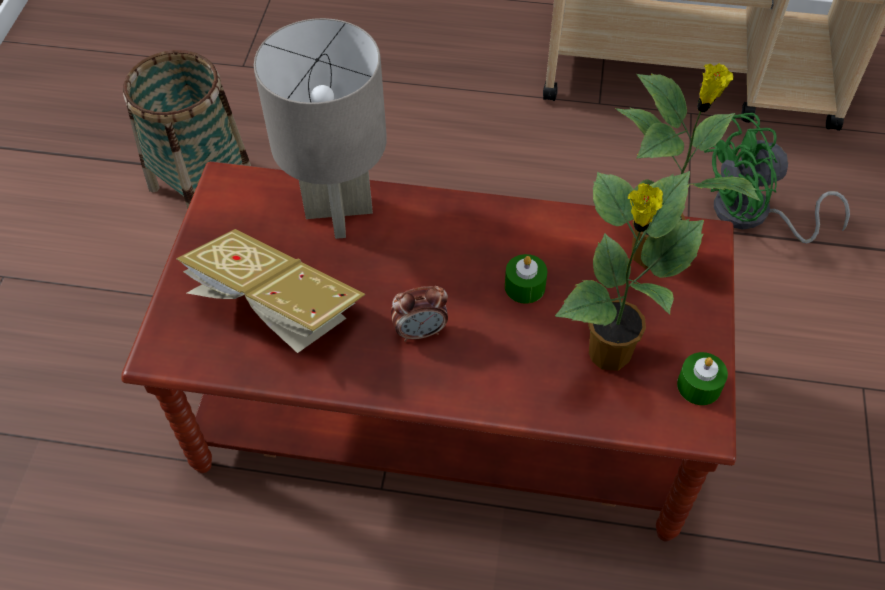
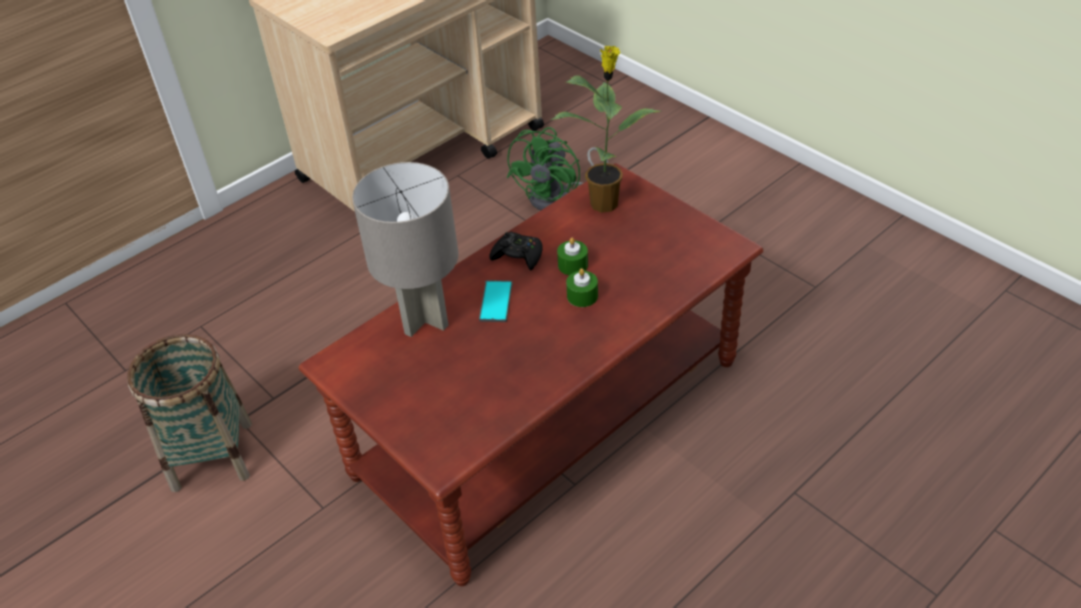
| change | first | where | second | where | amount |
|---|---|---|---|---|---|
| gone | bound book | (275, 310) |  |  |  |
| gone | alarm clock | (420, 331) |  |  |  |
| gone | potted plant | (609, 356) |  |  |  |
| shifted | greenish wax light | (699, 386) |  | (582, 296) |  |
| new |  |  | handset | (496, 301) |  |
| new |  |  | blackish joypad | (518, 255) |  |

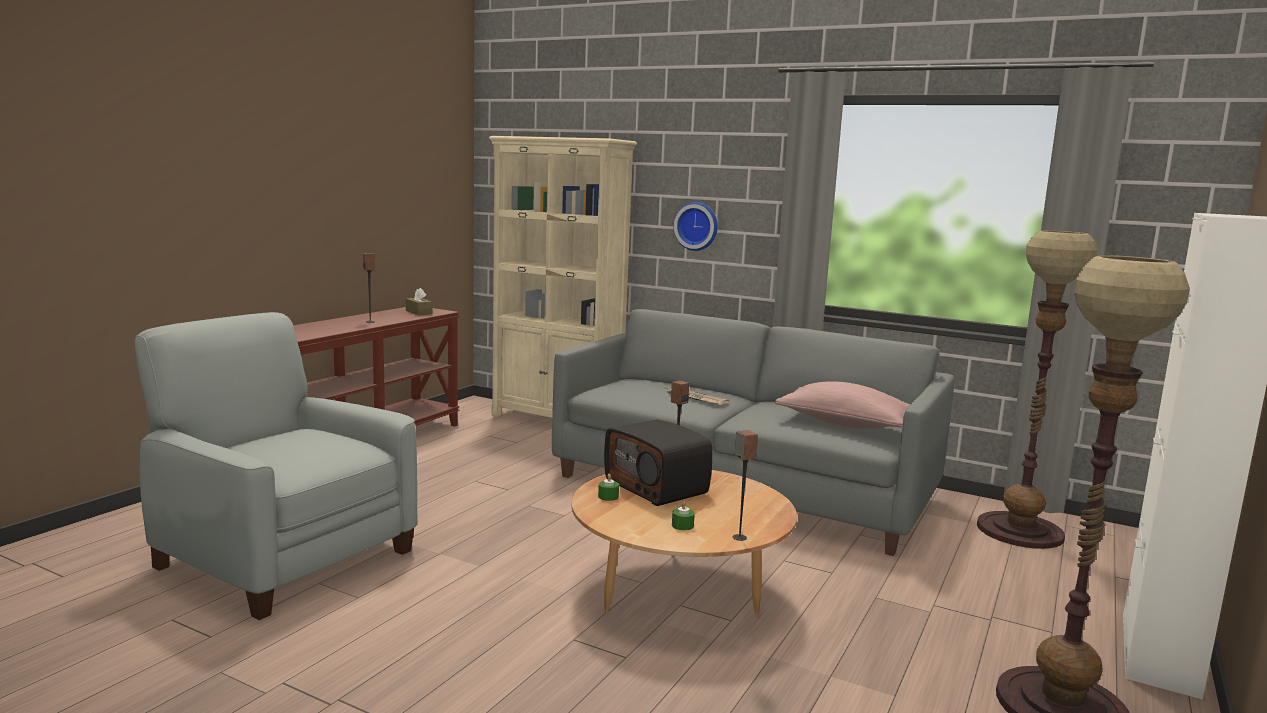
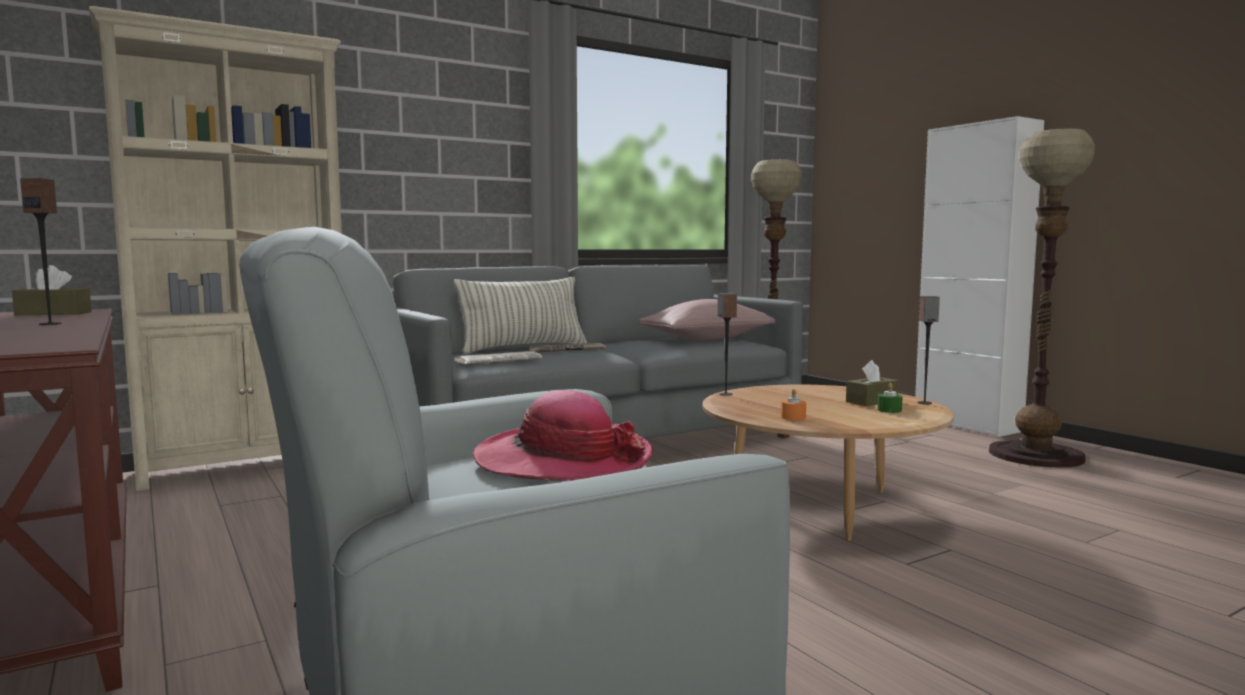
| change | first | where | second | where | amount |
|---|---|---|---|---|---|
| repainted | greenish wax light | (608, 496) | orange wax light | (793, 417) |  |
| gone | radio receiver | (657, 487) |  |  |  |
| gone | hanging clock | (697, 226) |  |  |  |
| new |  |  | pillow | (523, 348) |  |
| new |  |  | printed paper | (498, 360) |  |
| new |  |  | wearable hat | (563, 460) |  |
| new |  |  | brown tissue holder | (871, 401) |  |

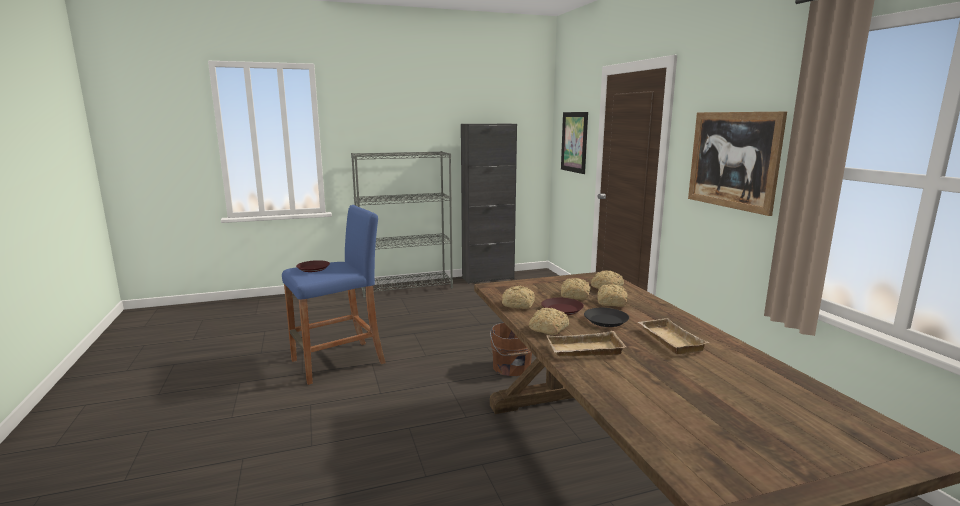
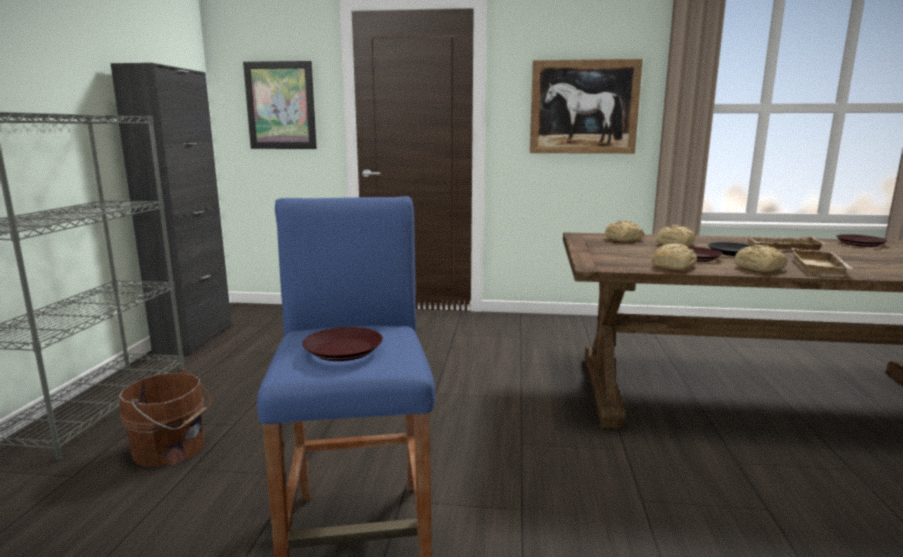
| change | first | where | second | where | amount |
|---|---|---|---|---|---|
| shifted | brown water bucket | (512, 368) |  | (172, 450) |  |
| gone | bread | (574, 296) |  |  |  |
| new |  |  | brown dinner plate | (859, 243) |  |

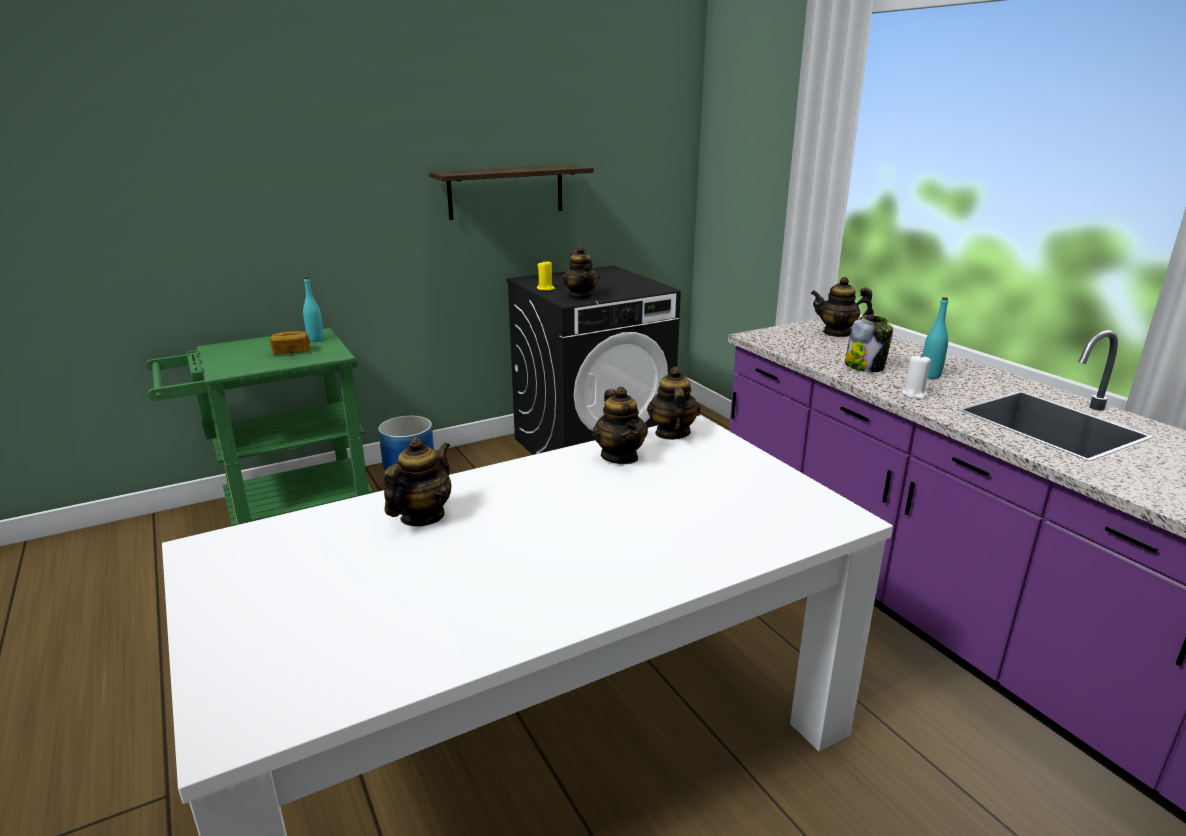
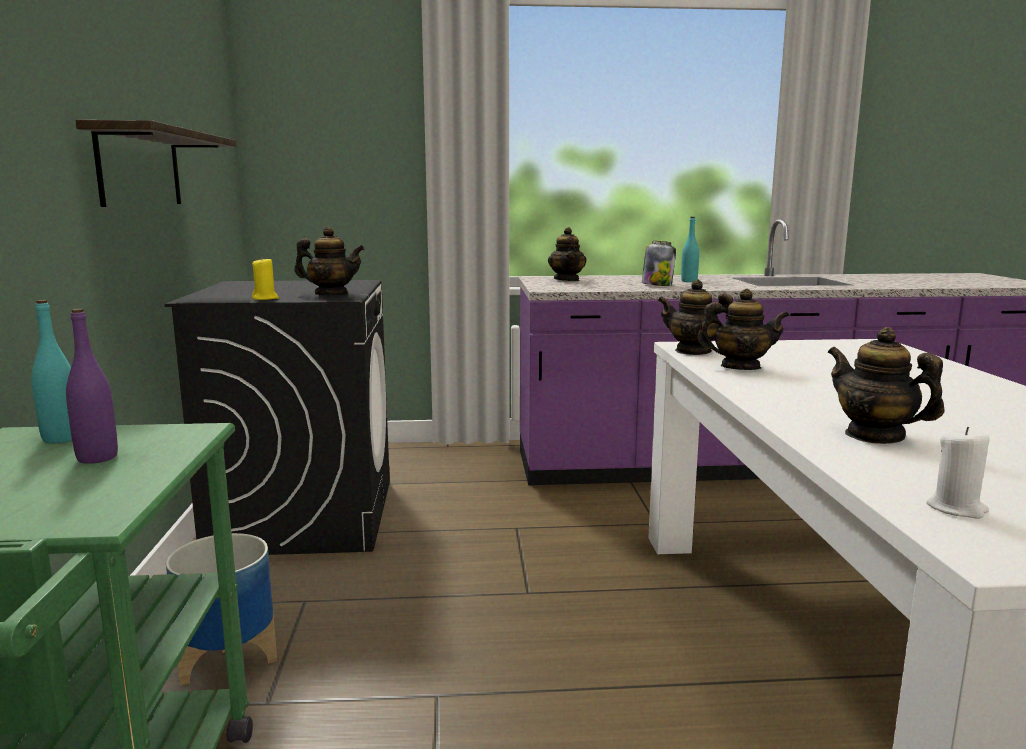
| change | first | where | second | where | amount |
|---|---|---|---|---|---|
| swapped | bread | (291, 352) | purplish beverage bottle | (97, 458) |  |
| rotated | teapot | (837, 333) |  | (567, 280) | 45 degrees counterclockwise |
| shifted | white wax light | (914, 394) |  | (956, 509) |  |

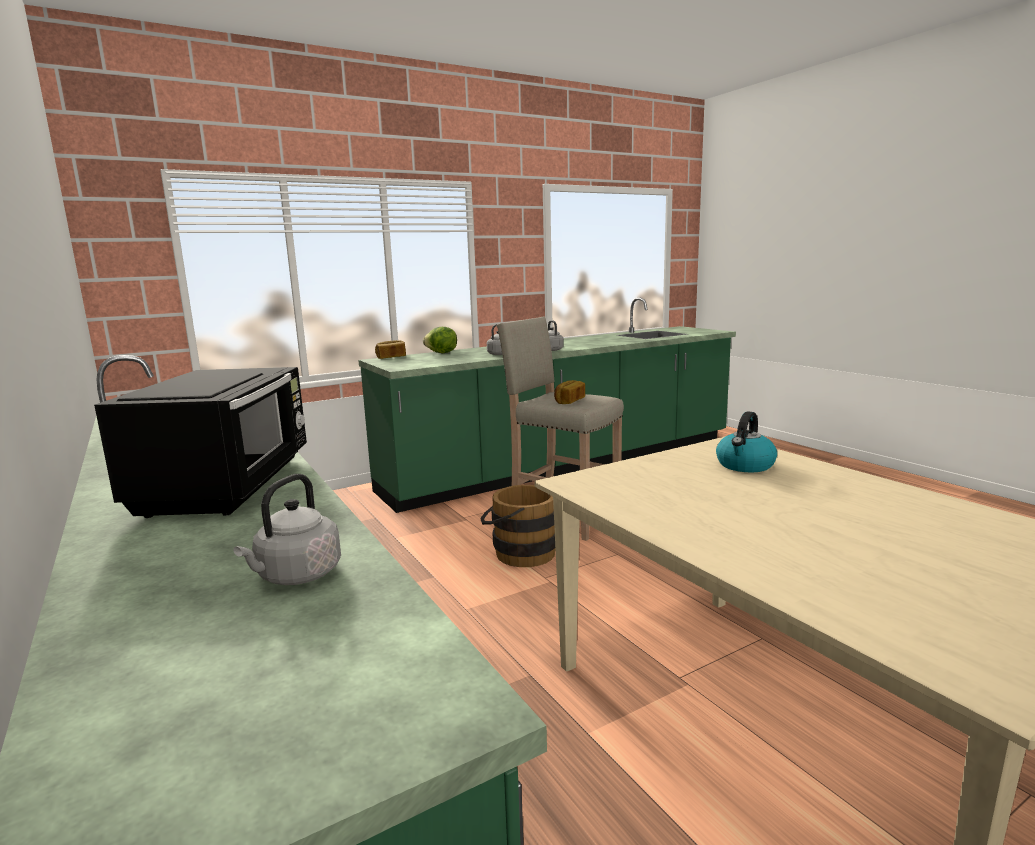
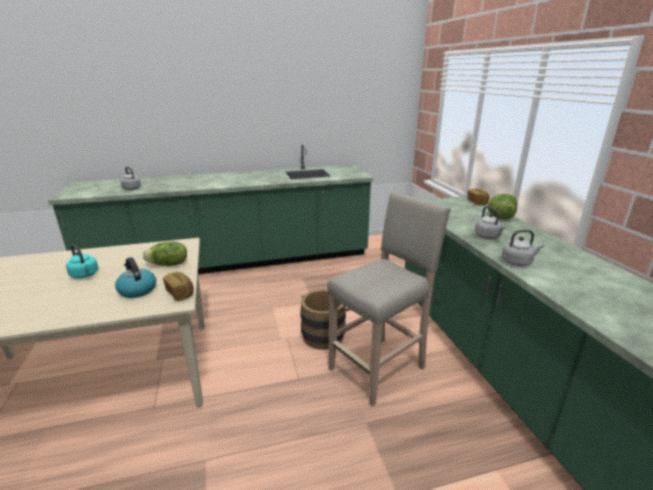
| change | first | where | second | where | amount |
|---|---|---|---|---|---|
| gone | blackish microwave | (229, 485) |  |  |  |
| shifted | bread | (569, 401) |  | (180, 293) |  |
| new |  |  | blue-green tea kettle | (85, 275) |  |
| new |  |  | head of lettuce | (168, 265) |  |

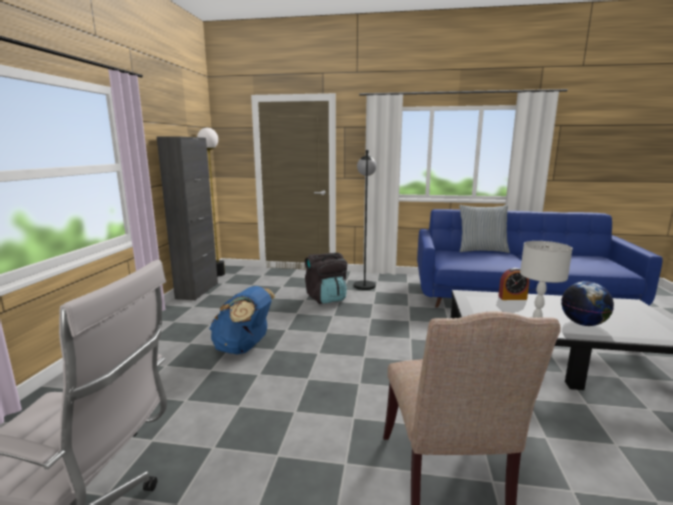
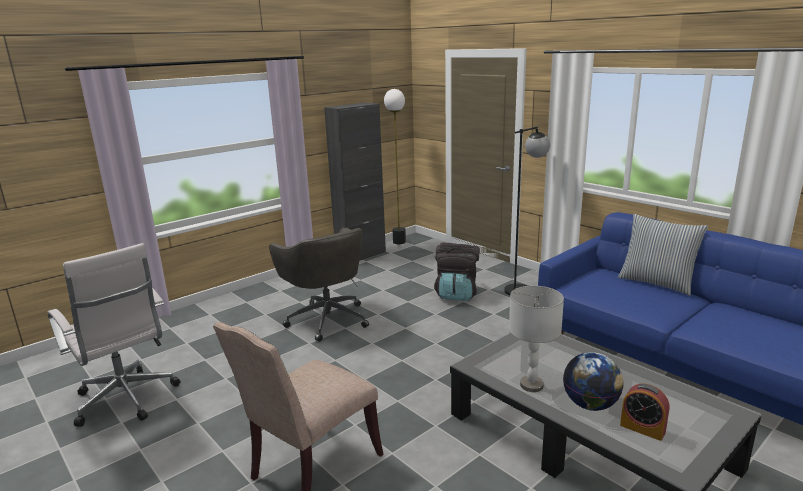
| change | first | where | second | where | amount |
|---|---|---|---|---|---|
| swapped | blue-coloured backpack | (244, 348) | gray desk chair | (327, 319) |  |
| shifted | alarm clock | (512, 298) |  | (642, 428) |  |

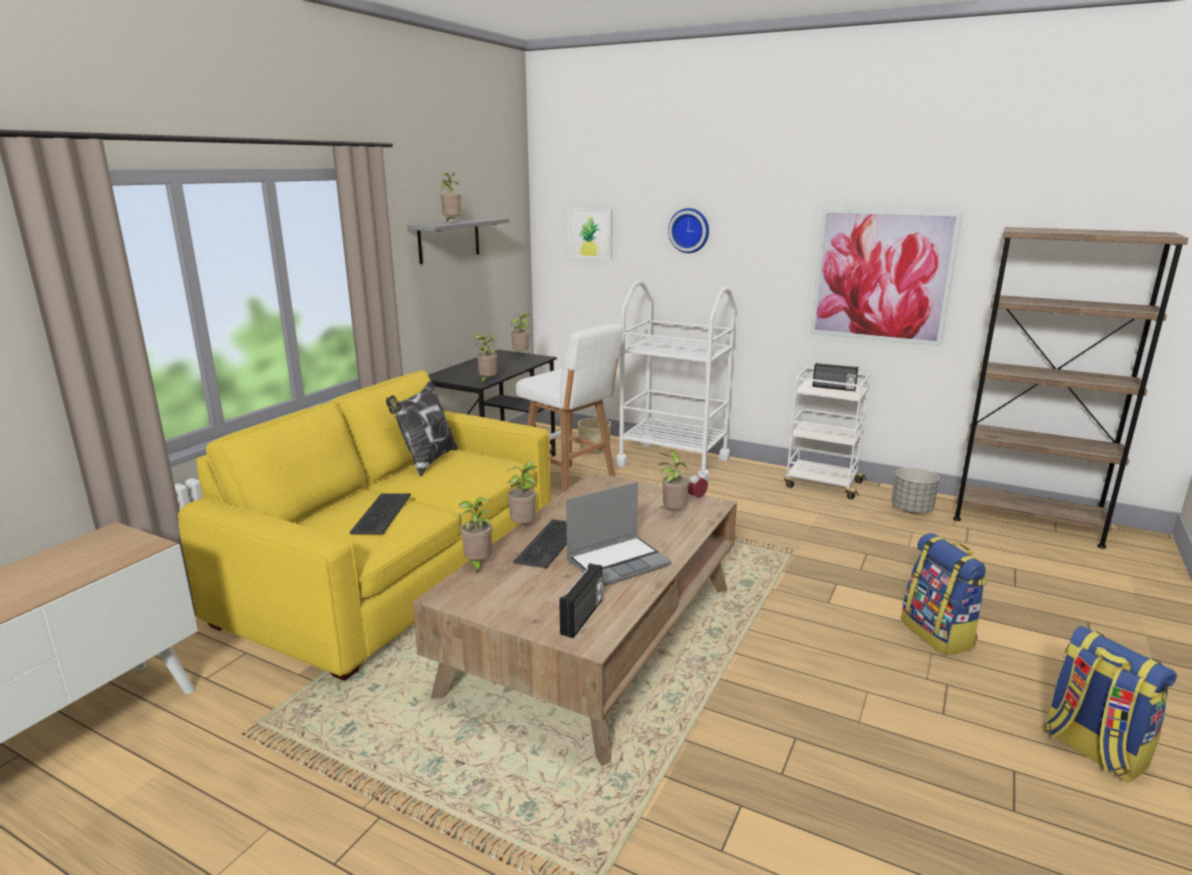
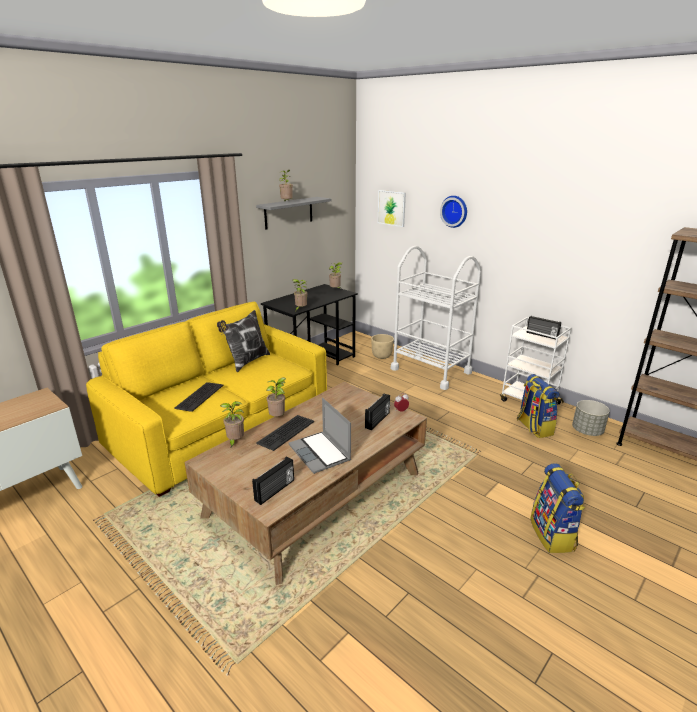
| change | first | where | second | where | amount |
|---|---|---|---|---|---|
| gone | white stool | (570, 484) |  |  |  |
| rotated | portable computer | (618, 562) |  | (320, 453) | 75 degrees clockwise |
| swapped | potted plant | (673, 512) | radio receiver | (378, 420) |  |
| gone | picture | (881, 276) |  |  |  |
| shifted | backpack | (1092, 750) |  | (533, 427) |  |

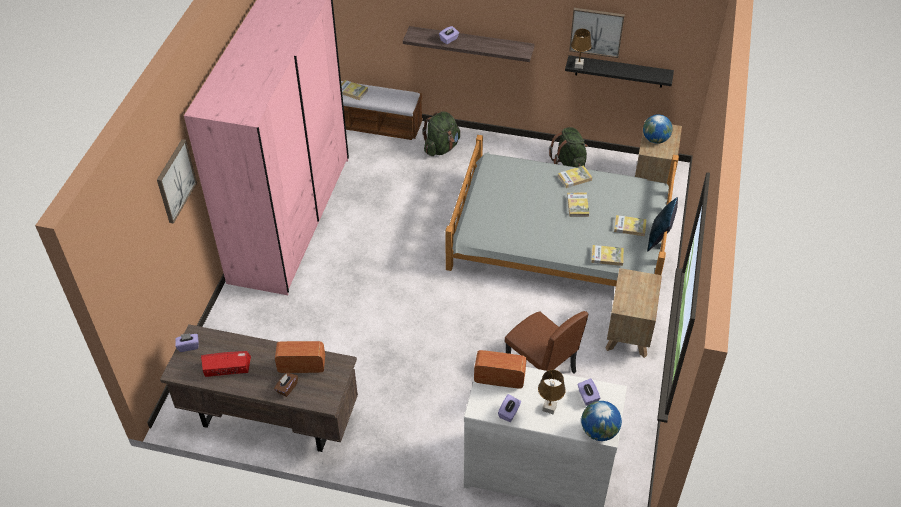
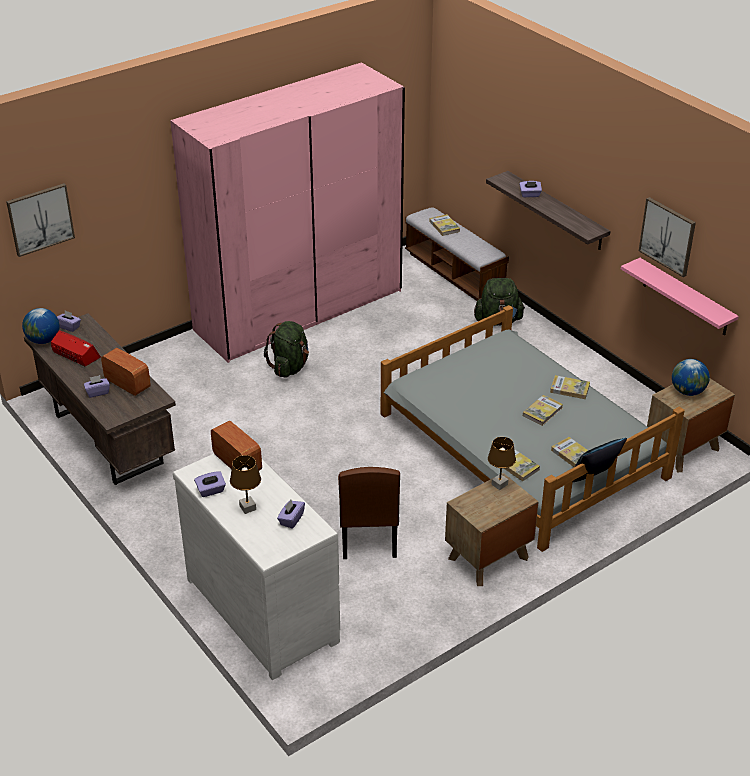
| change | first | where | second | where | amount |
|---|---|---|---|---|---|
| shifted | picture | (175, 181) |  | (40, 219) |  |
| repainted | brown tissue holder | (287, 388) | purplish tissue holder | (97, 392) |  |
| shifted | greenish backpack | (569, 163) |  | (290, 367) |  |
| repainted | blackish wall shelf | (619, 71) | pink wall shelf | (685, 297) |  |
| shifted | brown table lamp | (579, 65) |  | (499, 485) |  |
| shifted | desk globe | (599, 431) |  | (43, 340) |  |

